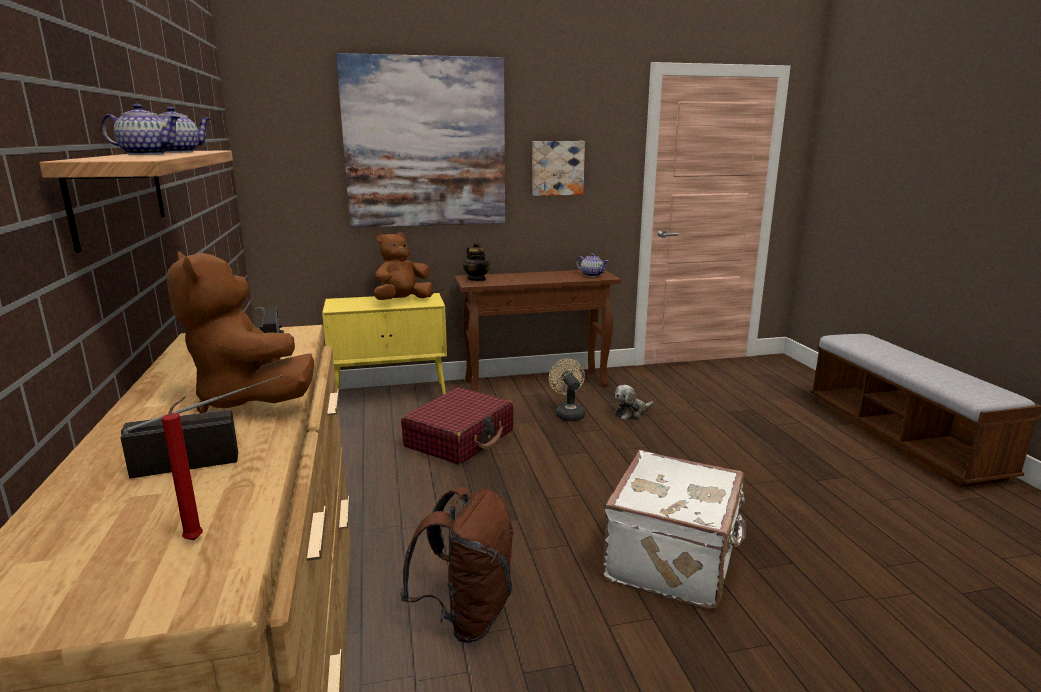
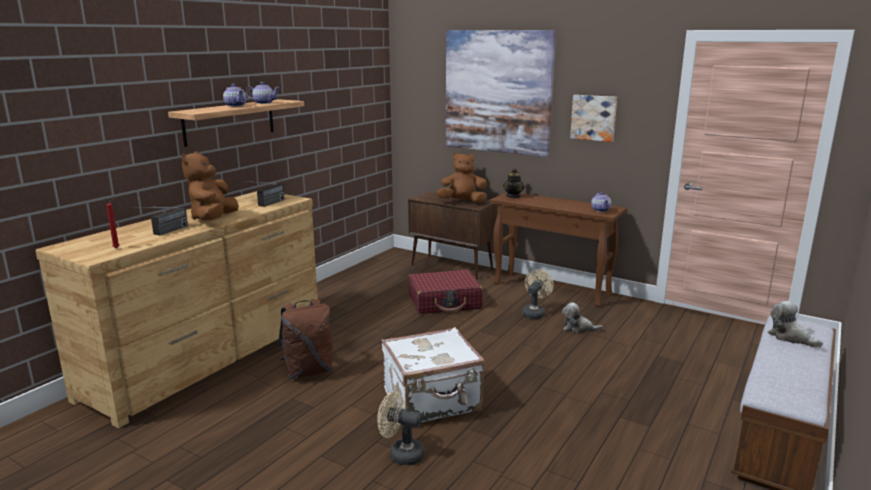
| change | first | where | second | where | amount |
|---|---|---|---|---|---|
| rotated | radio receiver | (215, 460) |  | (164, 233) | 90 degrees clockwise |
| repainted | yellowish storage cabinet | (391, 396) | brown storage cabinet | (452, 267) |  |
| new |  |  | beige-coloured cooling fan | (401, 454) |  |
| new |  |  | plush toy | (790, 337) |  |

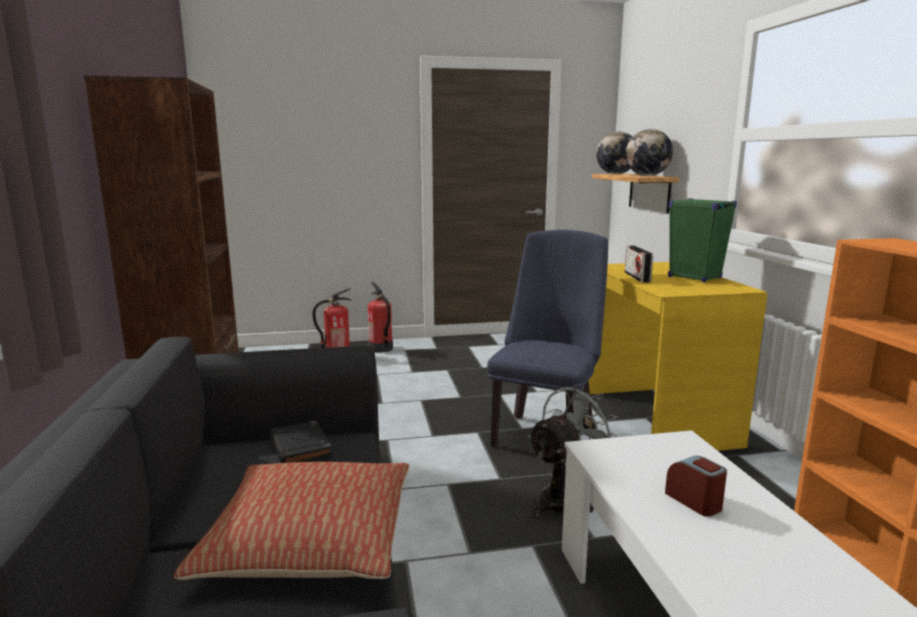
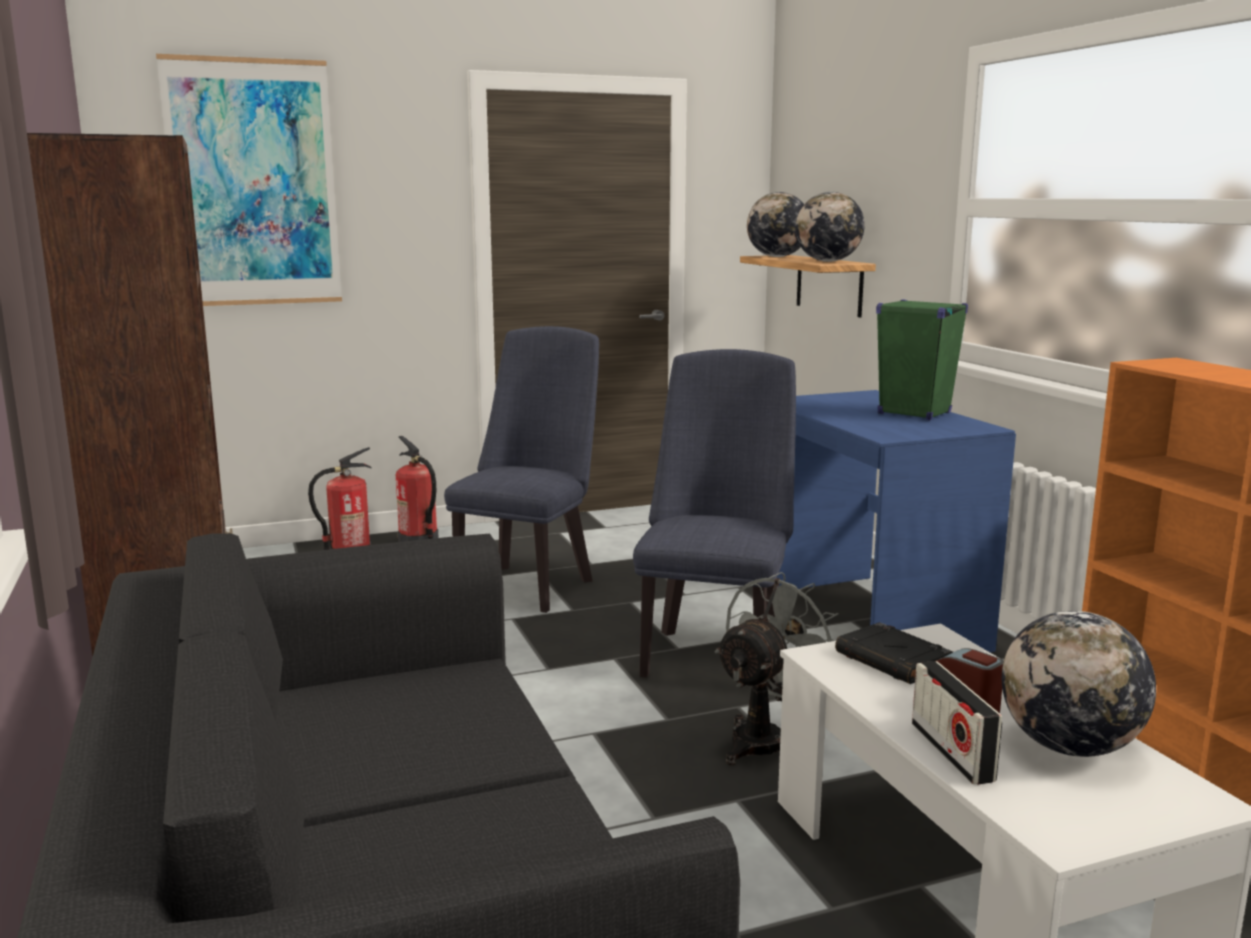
| change | first | where | second | where | amount |
|---|---|---|---|---|---|
| gone | pillow | (310, 542) |  |  |  |
| shifted | blackish bound book | (301, 449) |  | (894, 660) |  |
| repainted | yellowish desk table | (656, 418) | blue-coloured desk table | (866, 620) |  |
| shifted | radio receiver | (637, 277) |  | (951, 752) |  |
| new |  |  | picture | (253, 184) |  |
| new |  |  | blue-coloured plain chair | (529, 584) |  |
| new |  |  | desk globe | (1069, 747) |  |

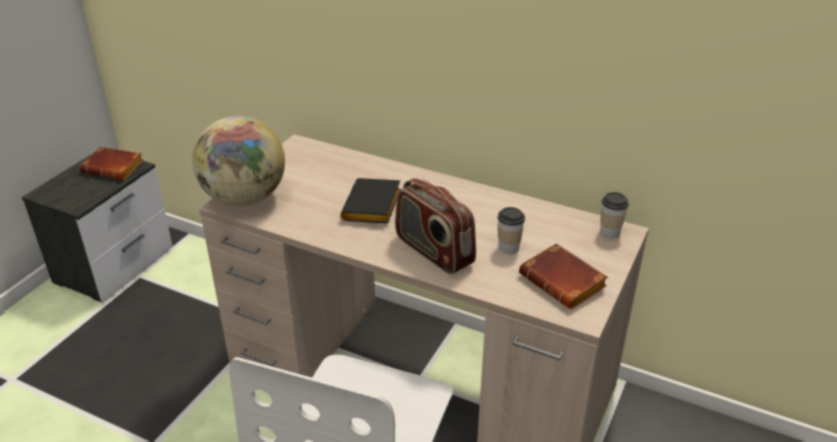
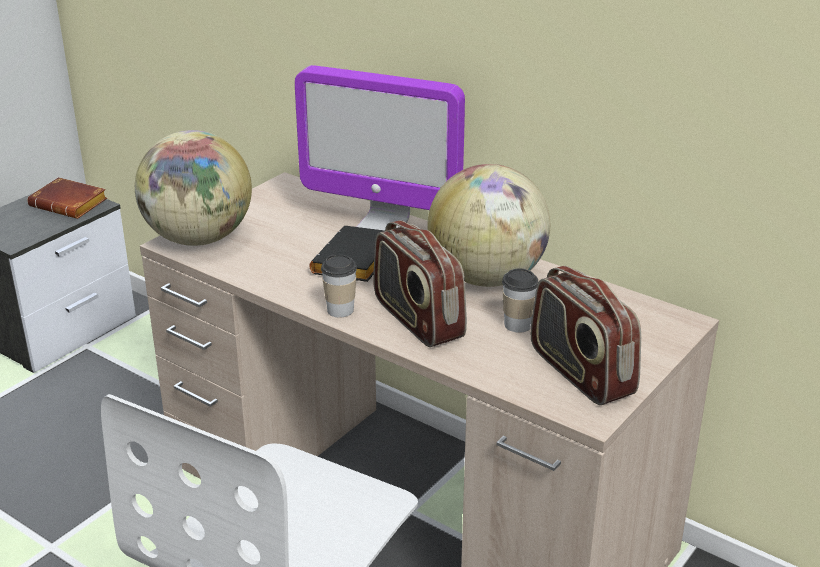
| change | first | where | second | where | amount |
|---|---|---|---|---|---|
| swapped | brown bound book | (565, 282) | radio receiver | (580, 372) |  |
| shifted | small cup | (610, 232) |  | (340, 310) |  |
| new |  |  | computer display | (382, 225) |  |
| new |  |  | desk globe | (487, 278) |  |

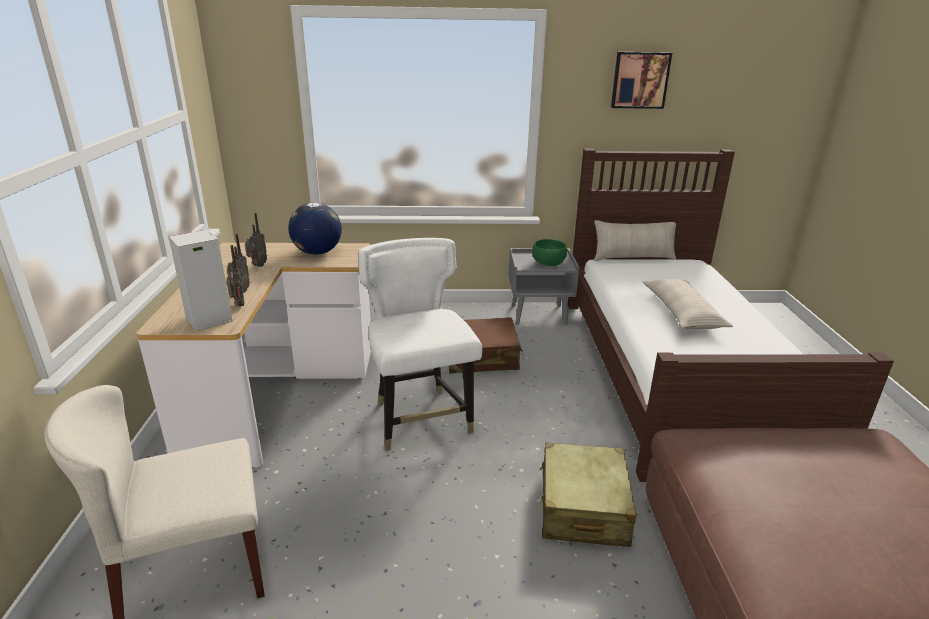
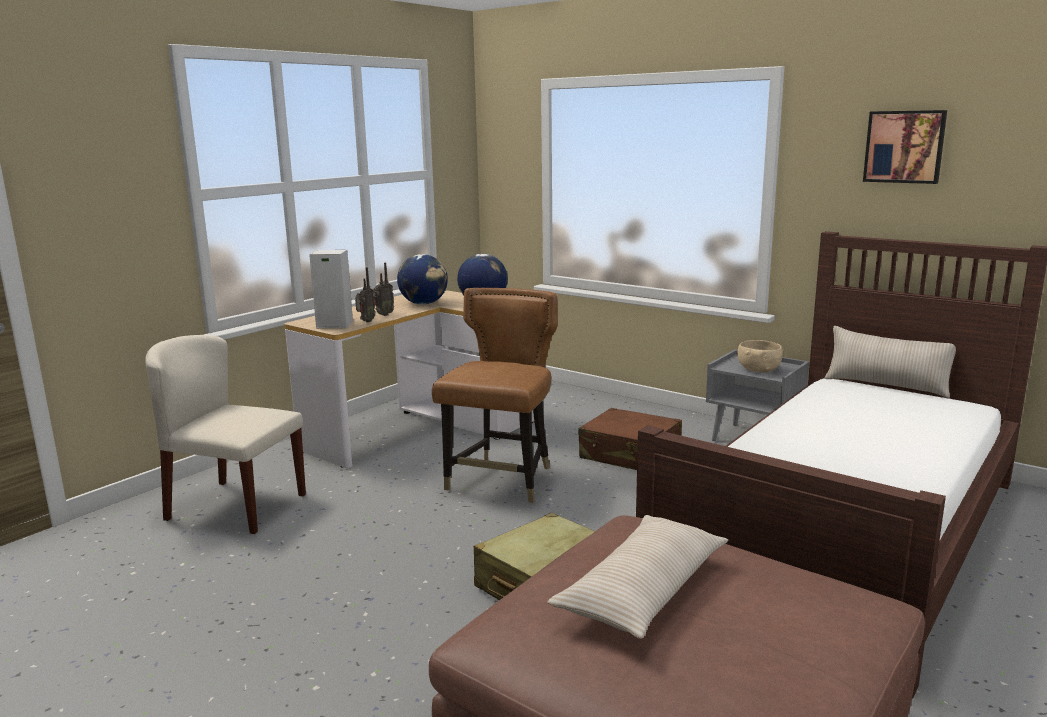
| change | first | where | second | where | amount |
|---|---|---|---|---|---|
| swapped | radio receiver | (257, 266) | desk globe | (424, 304) |  |
| repainted | white plain chair | (420, 419) | brown plain chair | (502, 480) |  |
| repainted | greenish deep dish | (548, 263) | beige-coloured deep dish | (758, 370) |  |
| shifted | beige-coloured pillow | (682, 313) |  | (643, 590) |  |

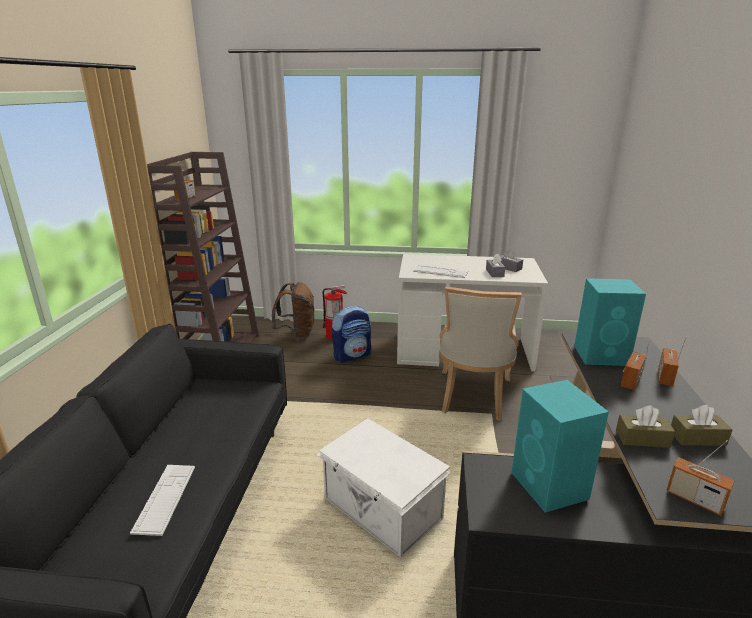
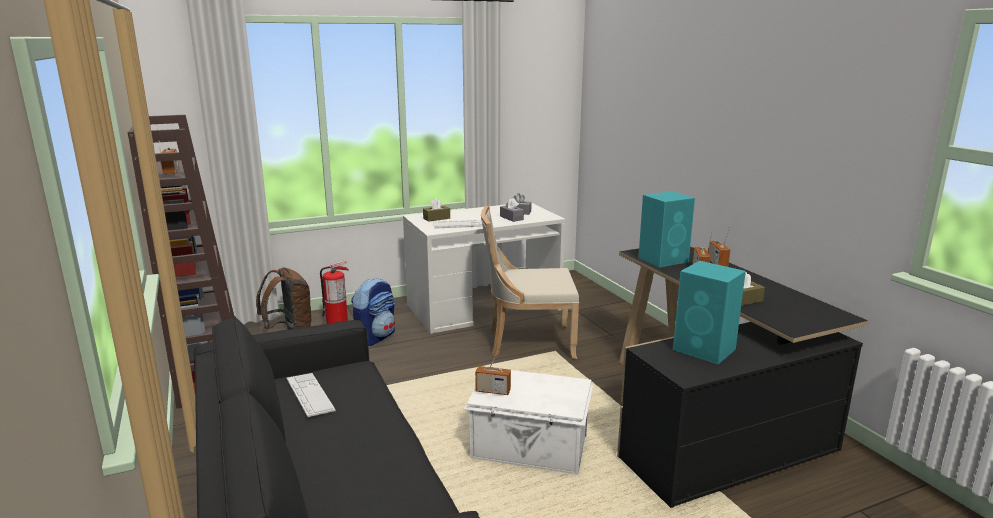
| change | first | where | second | where | amount |
|---|---|---|---|---|---|
| shifted | PC keyboard | (165, 498) |  | (310, 395) |  |
| rotated | beige-coloured plain chair | (473, 397) |  | (528, 342) | 105 degrees clockwise |
| shifted | radio receiver | (694, 499) |  | (493, 391) |  |
| shifted | brown tissue holder | (697, 438) |  | (436, 218) |  |

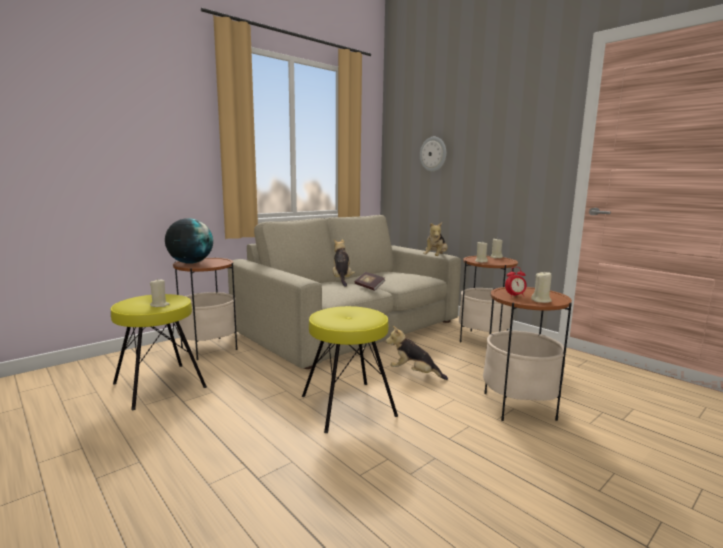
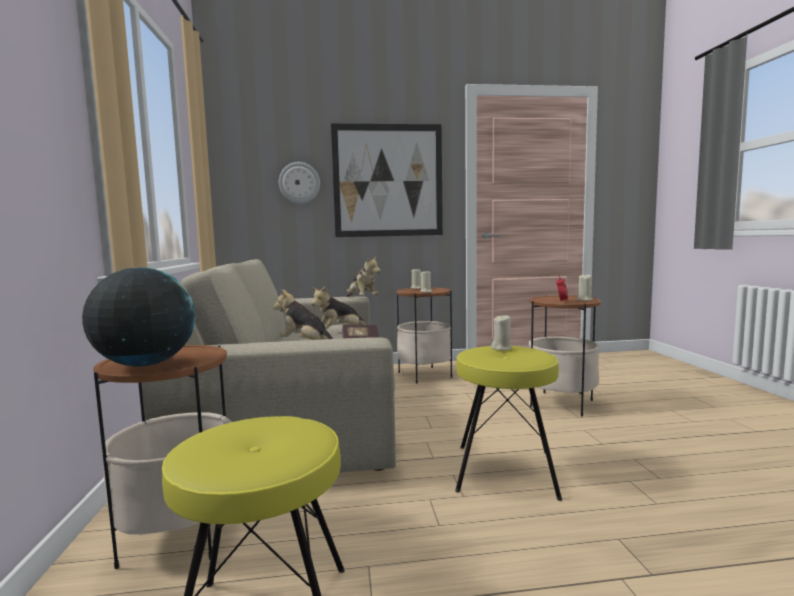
| change | first | where | second | where | amount |
|---|---|---|---|---|---|
| shifted | beige-coloured wax light | (159, 305) |  | (501, 348) |  |
| shifted | plush toy | (414, 374) |  | (340, 333) |  |
| new |  |  | picture | (388, 181) |  |

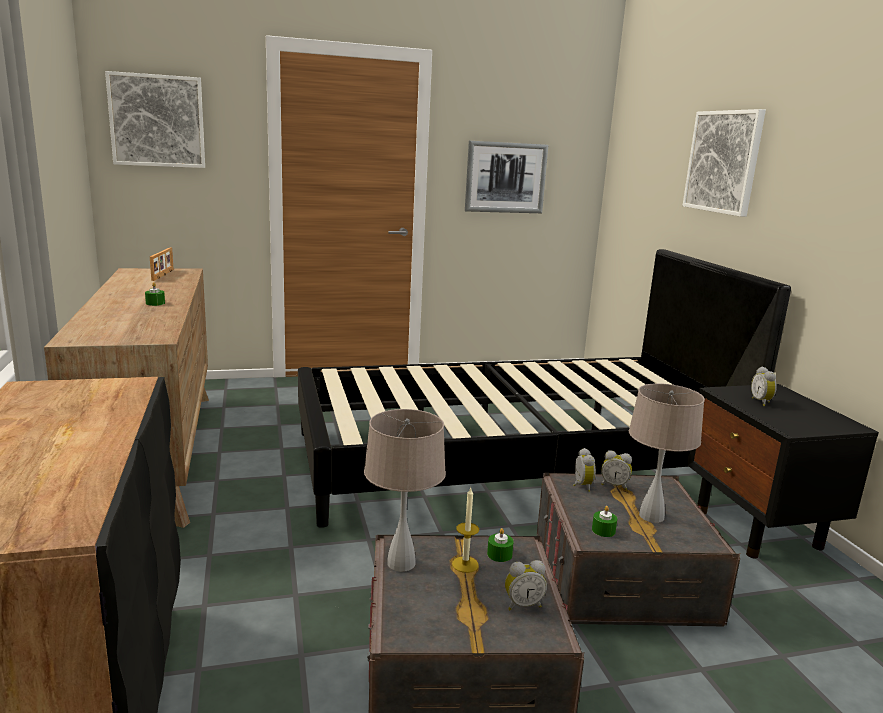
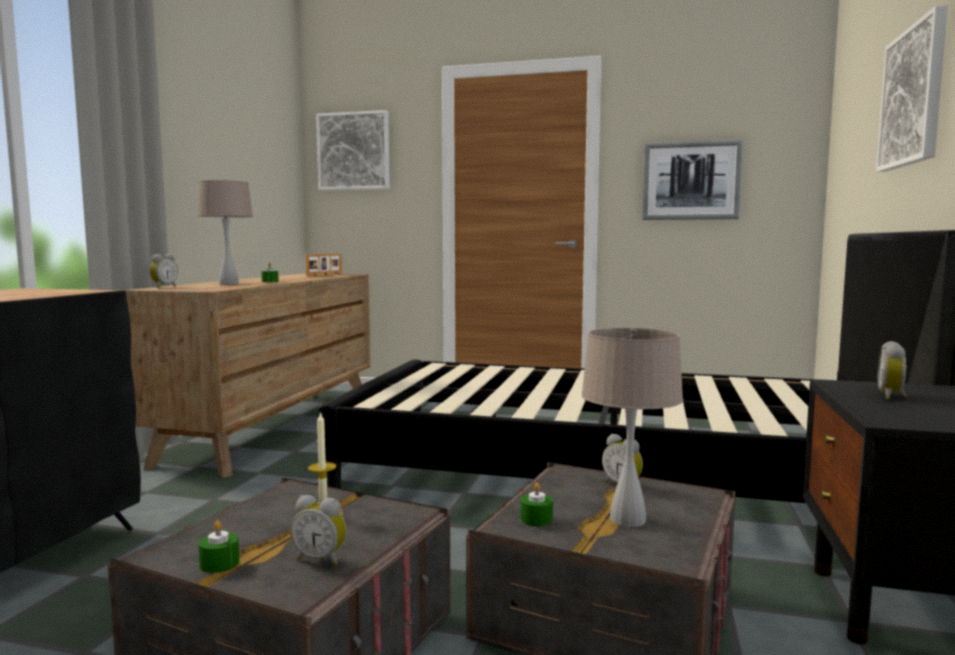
| change | first | where | second | where | amount |
|---|---|---|---|---|---|
| shifted | beige-coloured table lamp | (402, 563) |  | (228, 283) |  |
| shifted | greenish wax light | (499, 554) |  | (219, 563) |  |
| shifted | alarm clock | (581, 486) |  | (163, 287) |  |

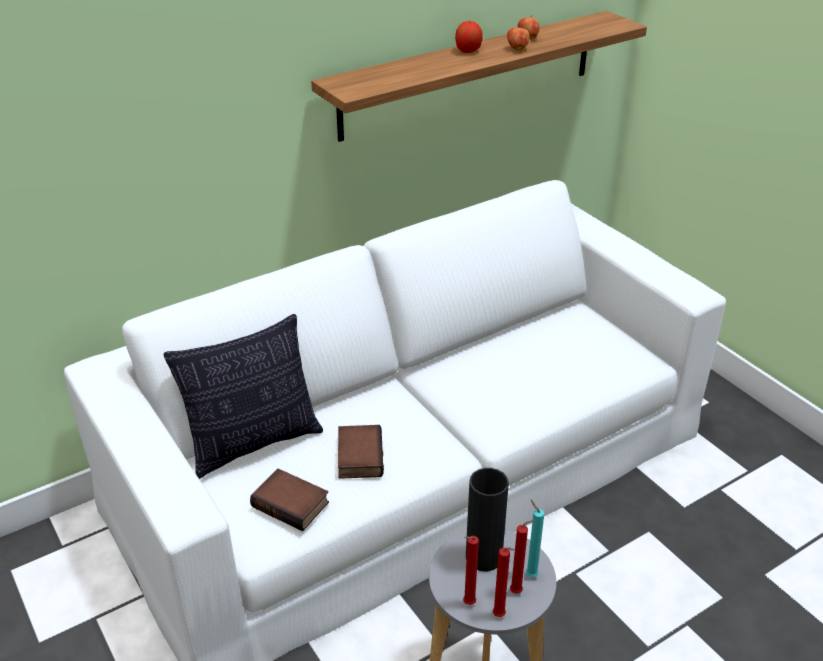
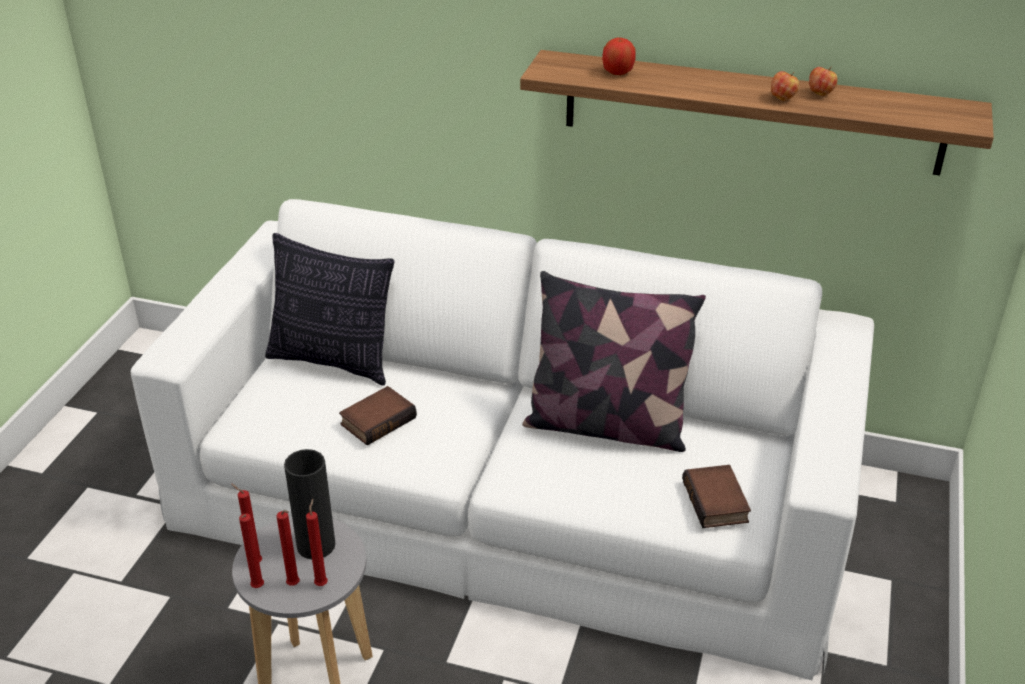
| change | first | where | second | where | amount |
|---|---|---|---|---|---|
| shifted | bound book | (292, 504) |  | (717, 502) |  |
| shifted | apple fruit | (468, 51) |  | (617, 72) |  |
| repainted | blue-green wax light | (530, 574) | red wax light | (322, 583) |  |
| new |  |  | pillow | (606, 425) |  |

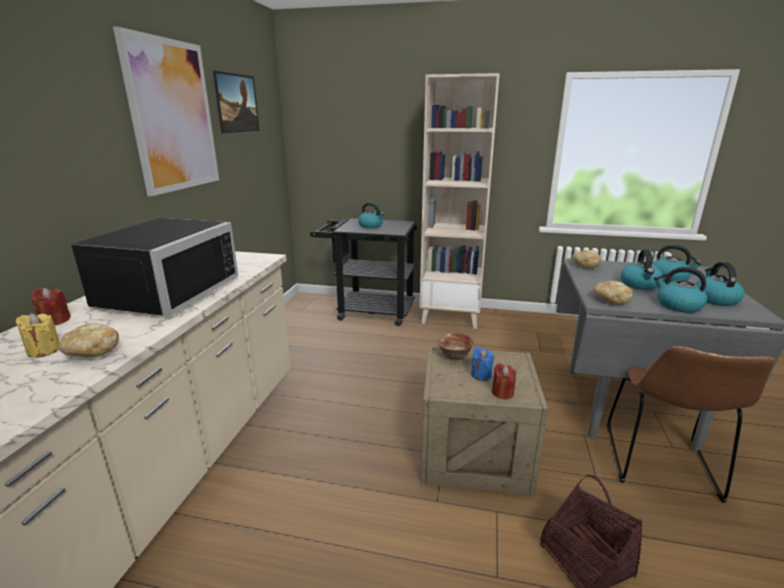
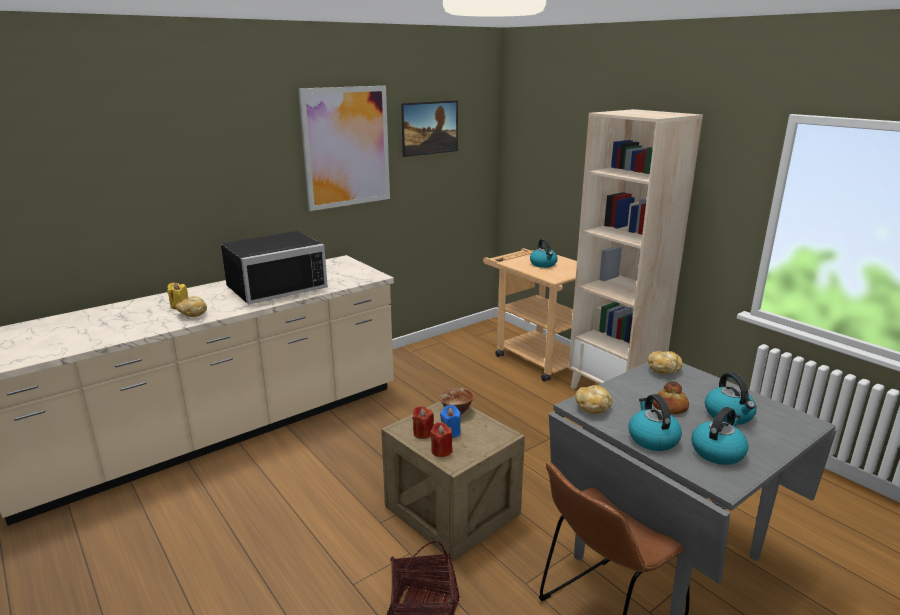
| change | first | where | second | where | amount |
|---|---|---|---|---|---|
| shifted | red wax light | (55, 321) |  | (423, 433) |  |
| repainted | blackish wheeled cart | (368, 311) | beige-coloured wheeled cart | (535, 357) |  |
| swapped | tea kettle | (640, 285) | bread | (670, 407) |  |

